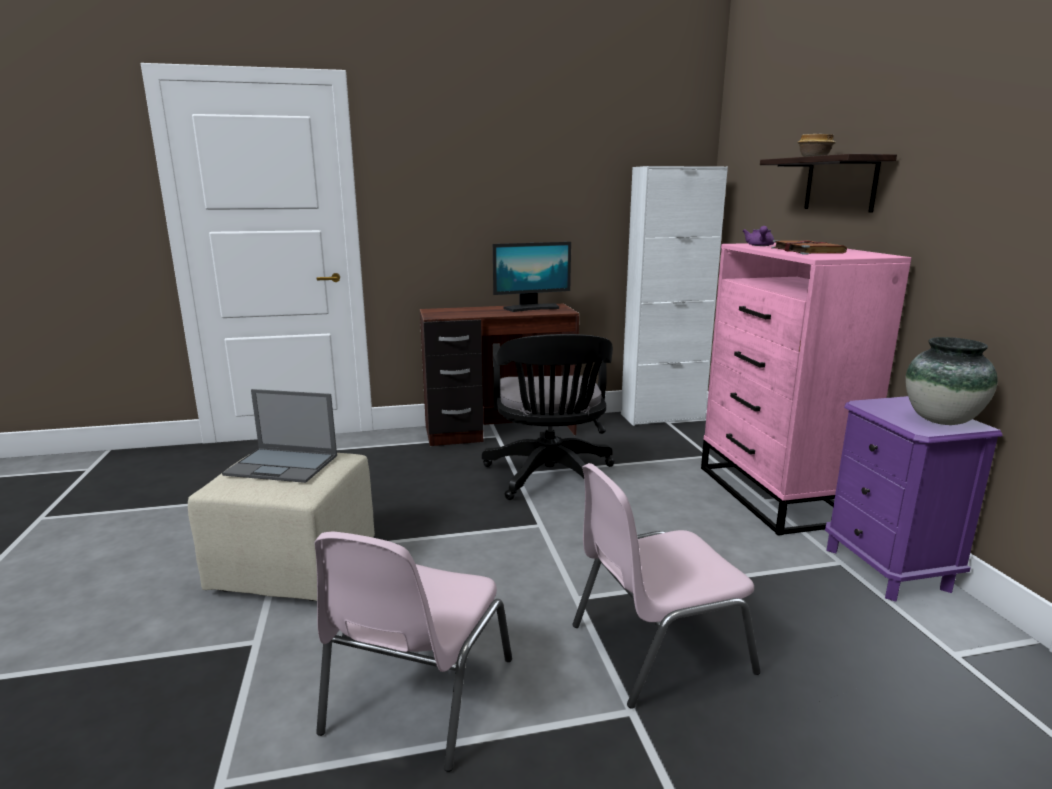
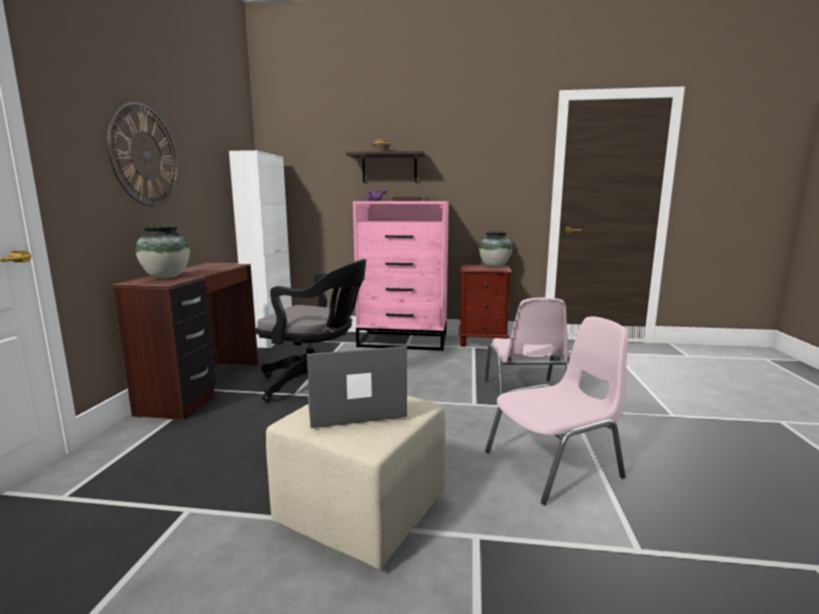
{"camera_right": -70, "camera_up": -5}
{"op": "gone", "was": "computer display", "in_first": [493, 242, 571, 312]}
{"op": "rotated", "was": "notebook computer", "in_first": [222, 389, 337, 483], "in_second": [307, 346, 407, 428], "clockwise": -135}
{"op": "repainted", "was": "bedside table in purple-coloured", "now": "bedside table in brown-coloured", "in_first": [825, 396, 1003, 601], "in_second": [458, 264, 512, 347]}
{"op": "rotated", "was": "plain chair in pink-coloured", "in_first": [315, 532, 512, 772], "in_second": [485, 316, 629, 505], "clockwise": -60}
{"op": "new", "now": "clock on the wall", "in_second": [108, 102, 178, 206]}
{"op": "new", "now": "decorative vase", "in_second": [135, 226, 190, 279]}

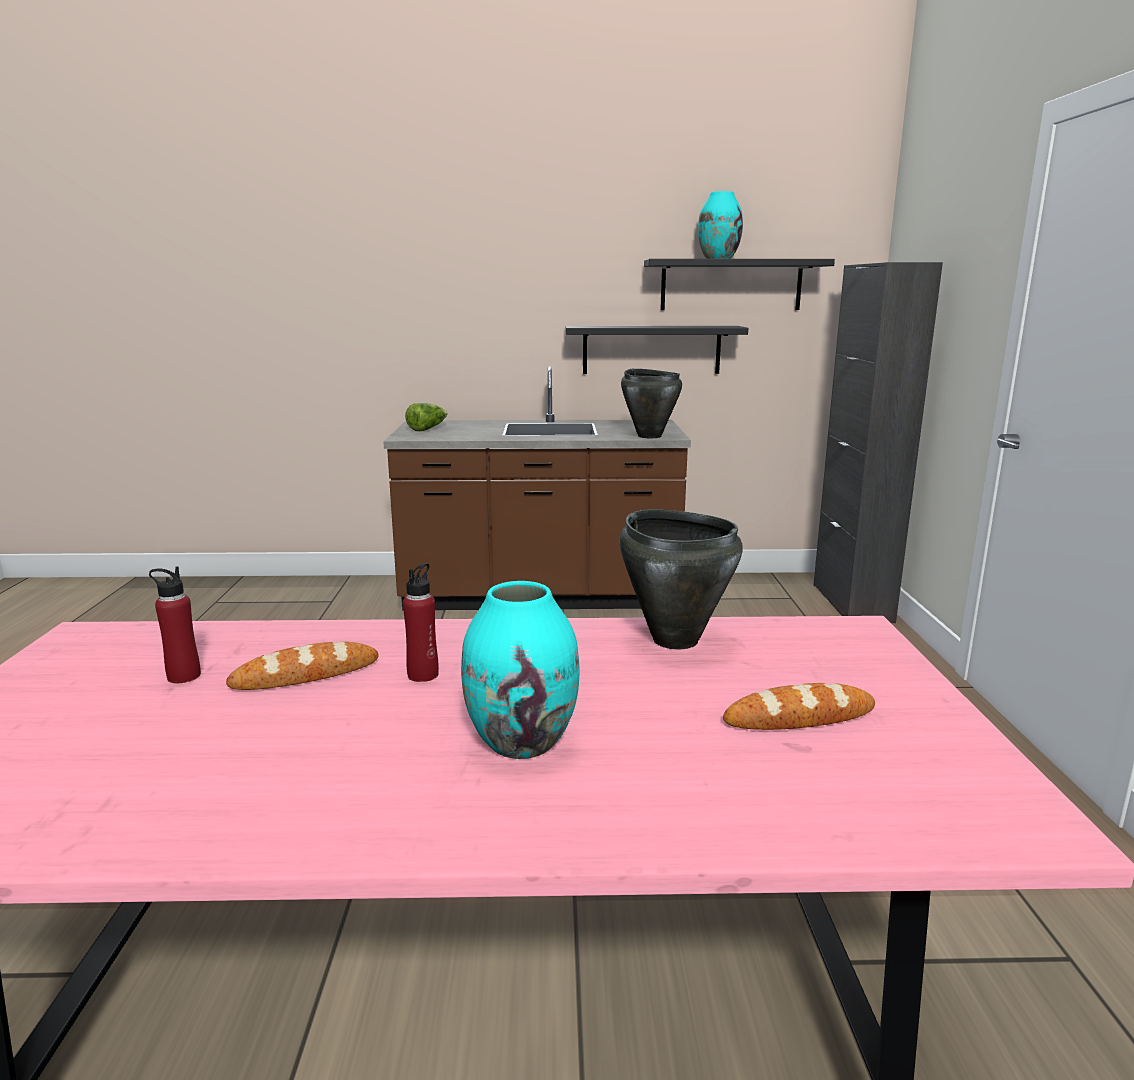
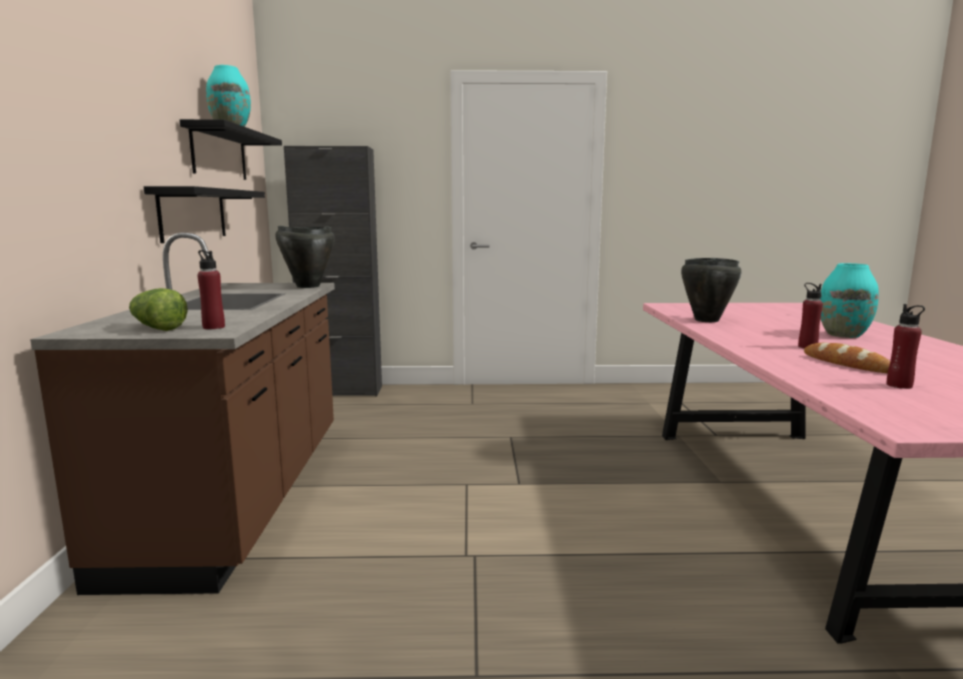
{"camera_right": -90, "camera_up": -5}
{"op": "gone", "was": "bakery bread", "in_first": [723, 683, 875, 730]}
{"op": "new", "now": "beverage bottle in red-coloured", "in_second": [197, 250, 225, 329]}

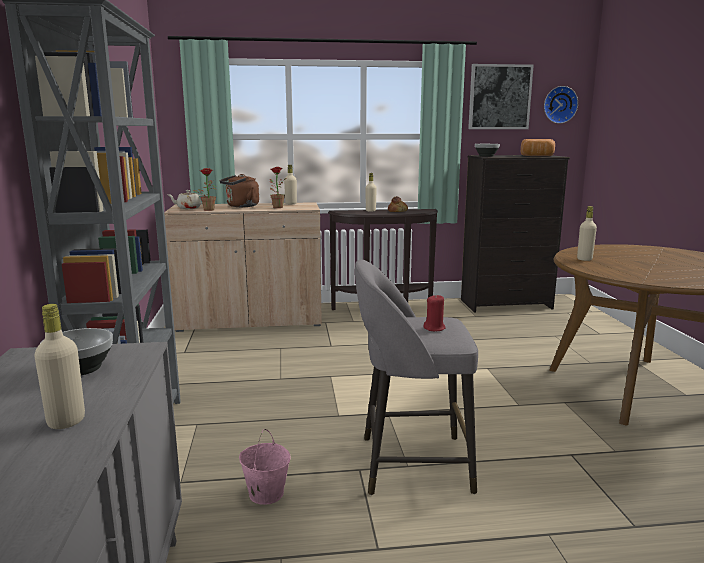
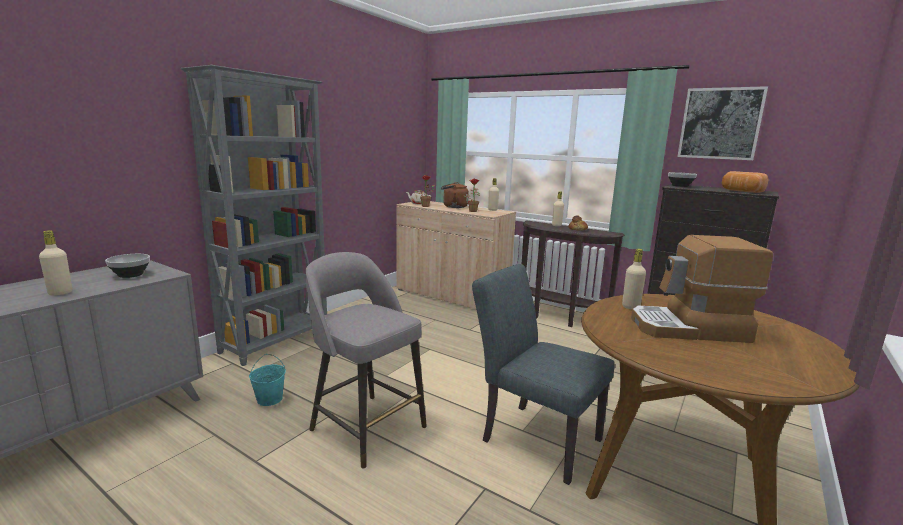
{"camera_right": 40, "camera_up": 0}
{"op": "gone", "was": "clock on the wall", "in_first": [544, 86, 578, 124]}
{"op": "gone", "was": "candle in red-coloured", "in_first": [424, 295, 446, 331]}
{"op": "repainted", "was": "bucket in pink-coloured", "now": "bucket in blue-green", "in_first": [239, 429, 291, 505], "in_second": [249, 354, 286, 406]}
{"op": "new", "now": "coffee machine", "in_second": [631, 235, 773, 343]}
{"op": "new", "now": "plain chair in grey", "in_second": [472, 264, 615, 485]}

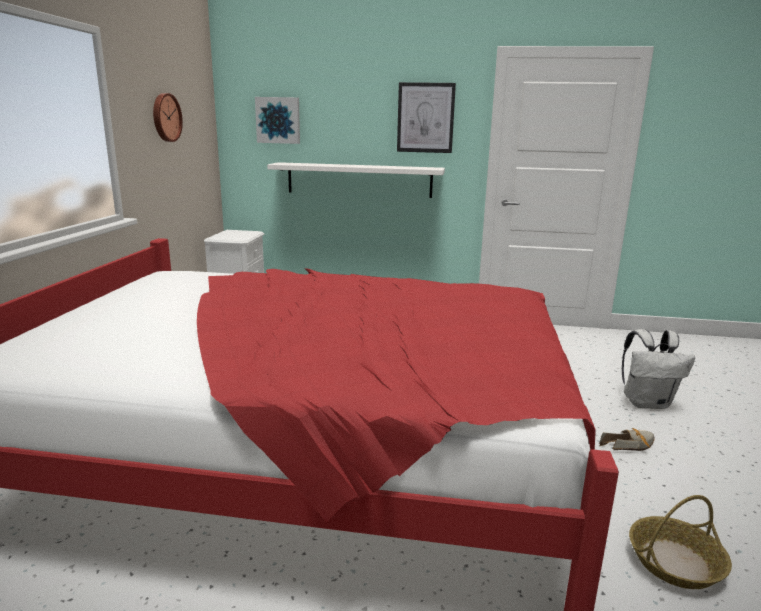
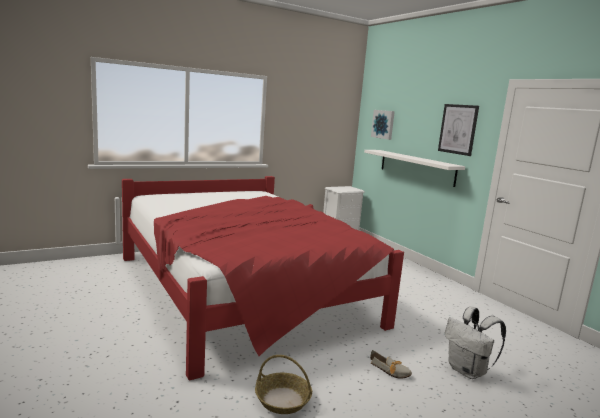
{"camera_right": 50, "camera_up": -5}
{"op": "gone", "was": "clock on the wall", "in_first": [153, 93, 183, 142]}

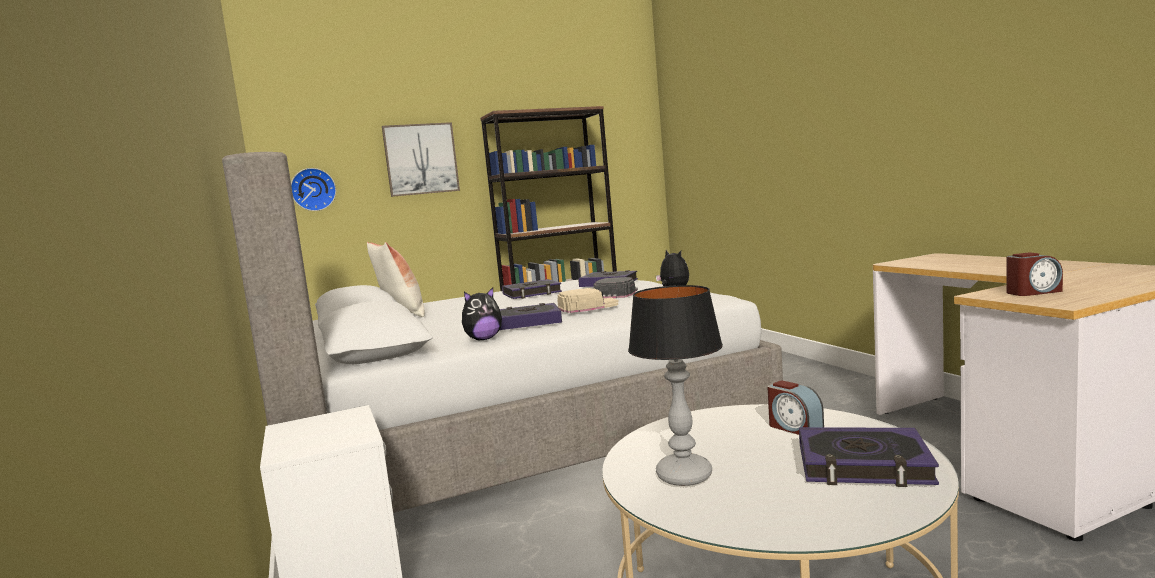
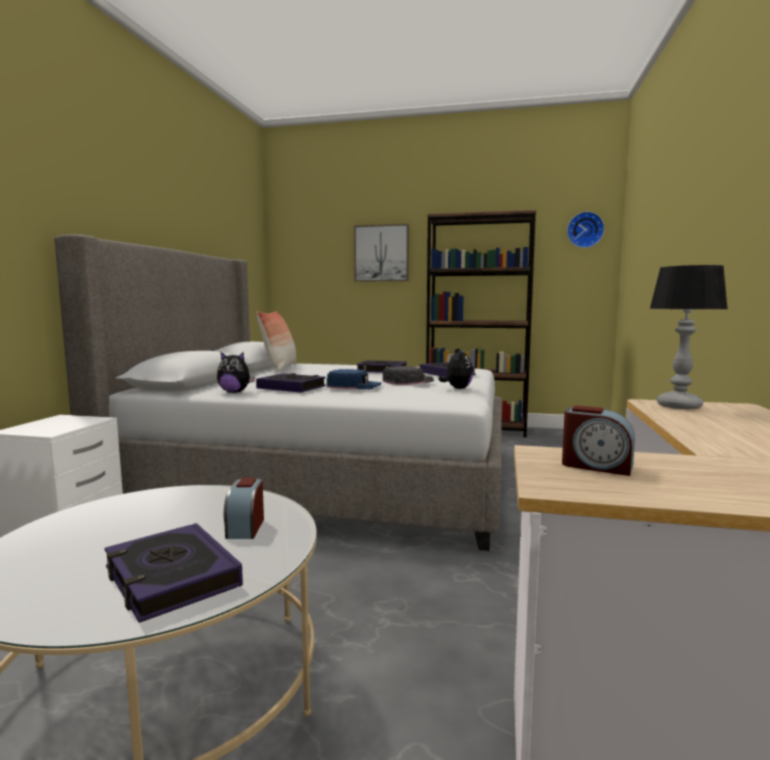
{"camera_right": 35, "camera_up": 0}
{"op": "shifted", "was": "clock on the wall", "in_first": [291, 168, 336, 211], "in_second": [567, 211, 605, 248]}
{"op": "shifted", "was": "tabletop lamp", "in_first": [628, 285, 723, 486], "in_second": [649, 265, 728, 409]}
{"op": "repainted", "was": "cap in beige", "now": "cap in bluish", "in_first": [557, 288, 619, 313], "in_second": [327, 369, 381, 389]}

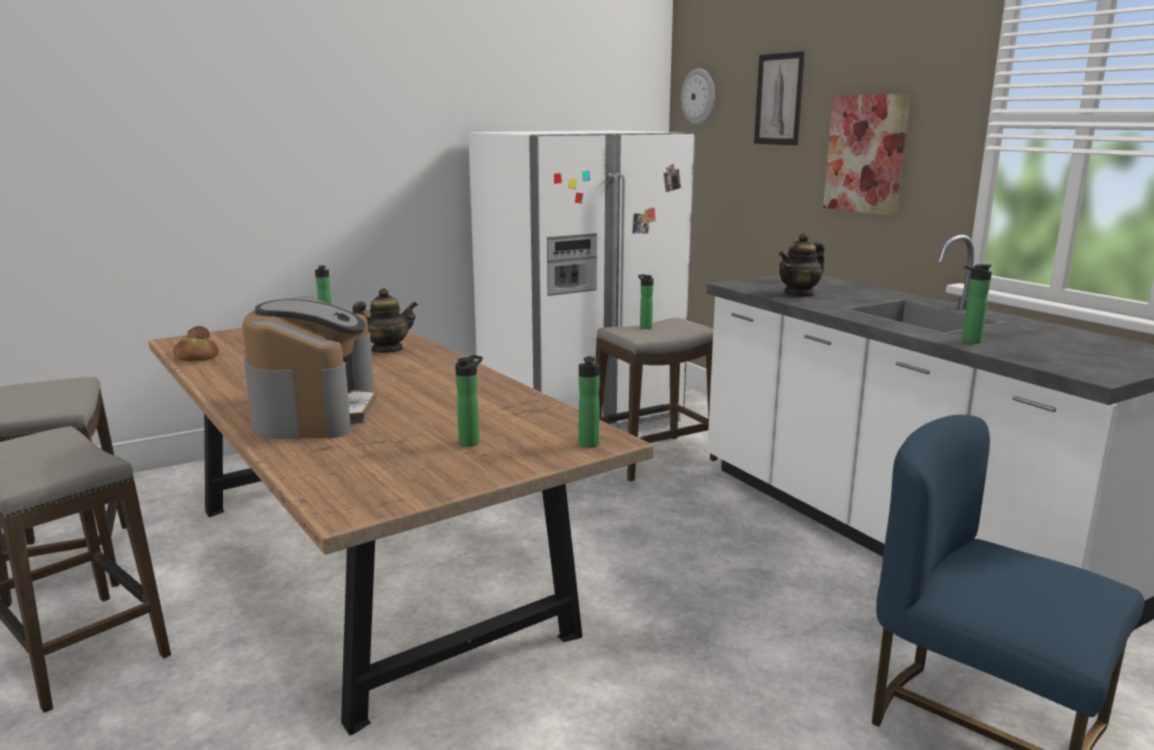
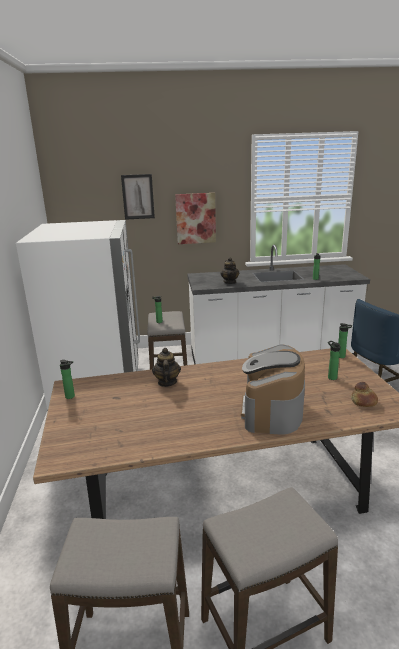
{"camera_right": -65, "camera_up": 5}
{"op": "gone", "was": "clock on the wall", "in_first": [681, 68, 715, 125]}
{"op": "rotated", "was": "coffee machine", "in_first": [242, 296, 378, 439], "in_second": [241, 344, 305, 435], "clockwise": -105}
{"op": "shifted", "was": "bakery bread", "in_first": [173, 326, 219, 361], "in_second": [351, 382, 378, 407]}

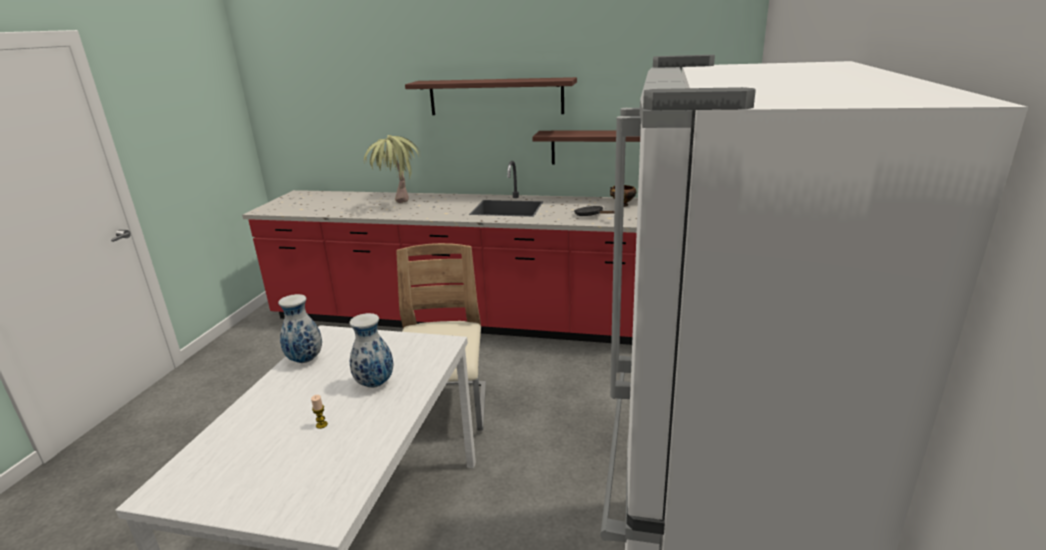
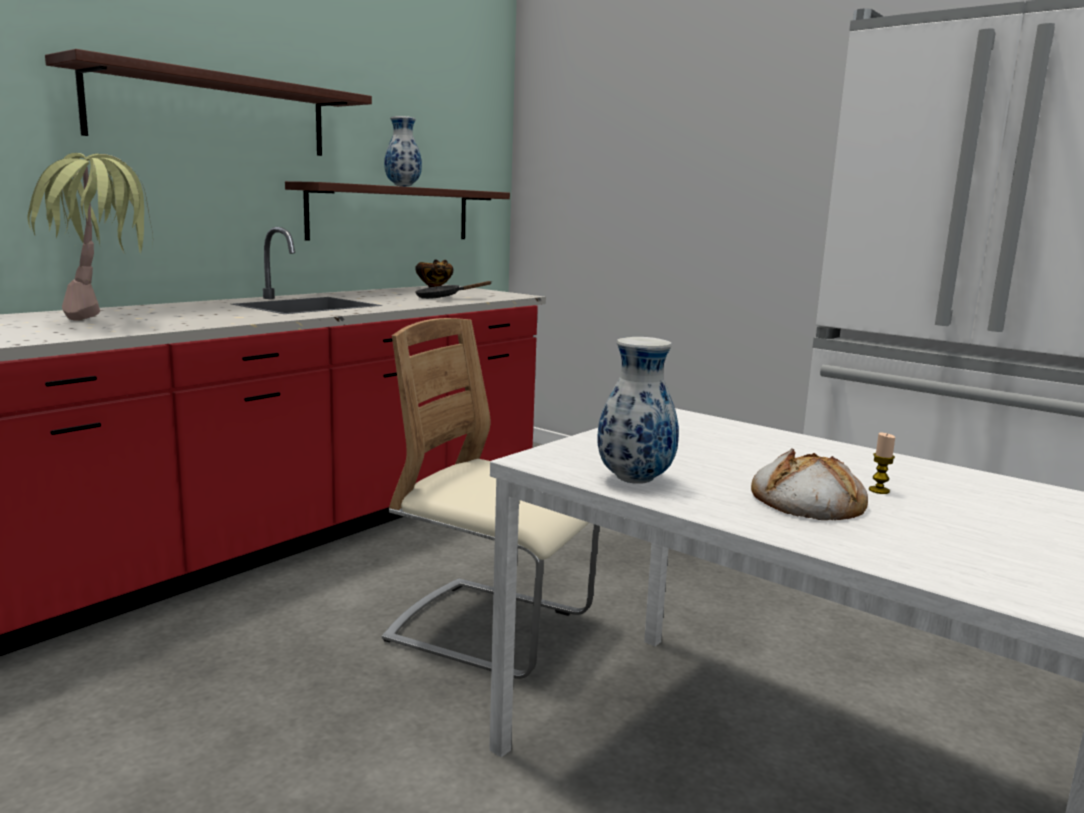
{"camera_right": -65, "camera_up": -10}
{"op": "shifted", "was": "decorative vase", "in_first": [350, 313, 394, 388], "in_second": [384, 116, 422, 187]}
{"op": "new", "now": "bakery bread", "in_second": [751, 449, 868, 520]}

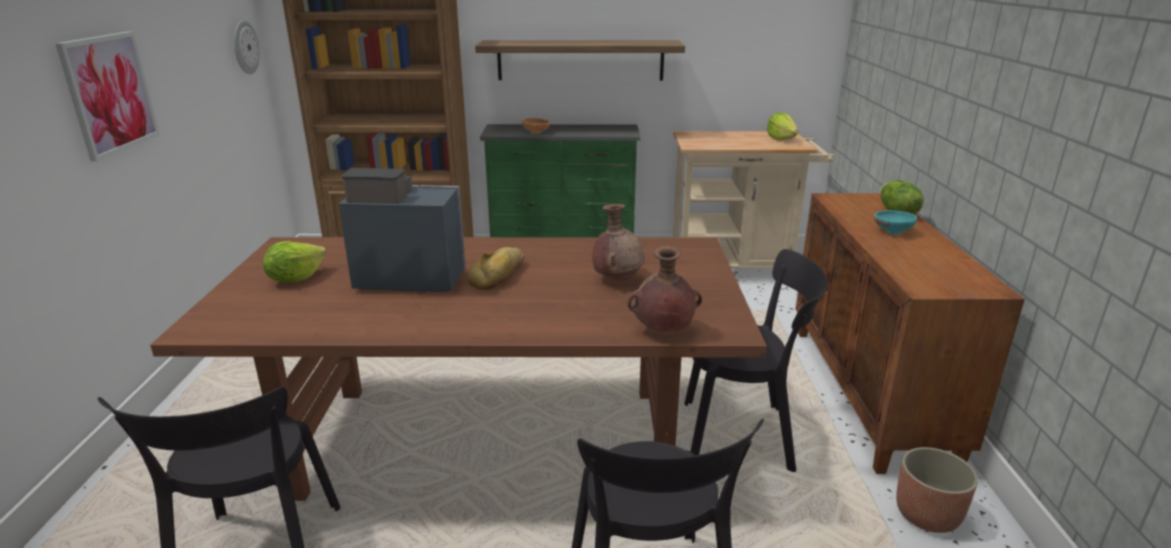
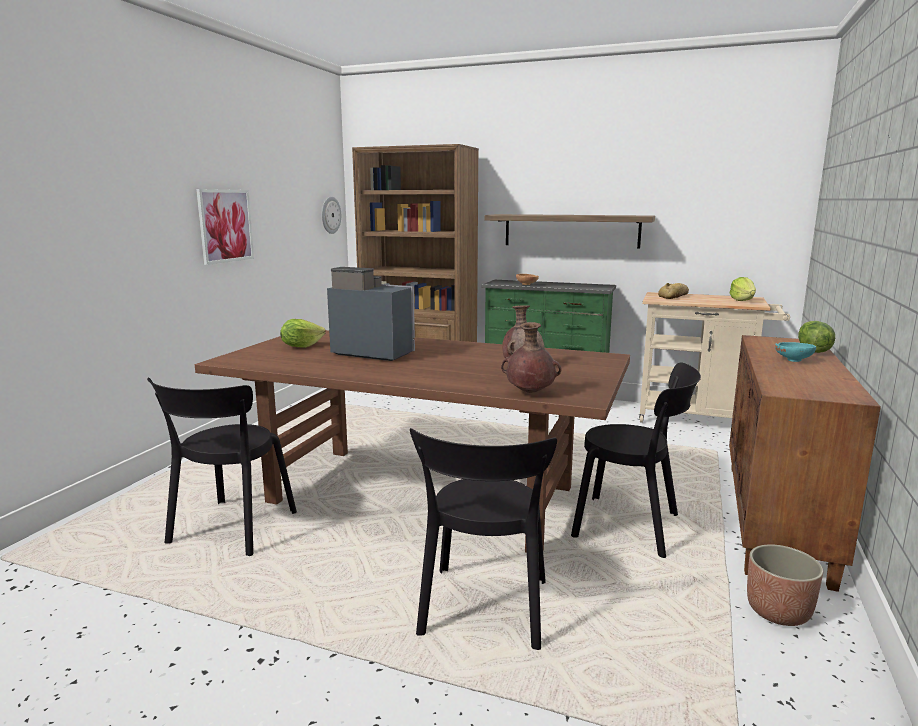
{"camera_right": 20, "camera_up": -10}
{"op": "shifted", "was": "bakery bread", "in_first": [467, 247, 524, 290], "in_second": [658, 283, 689, 299]}

